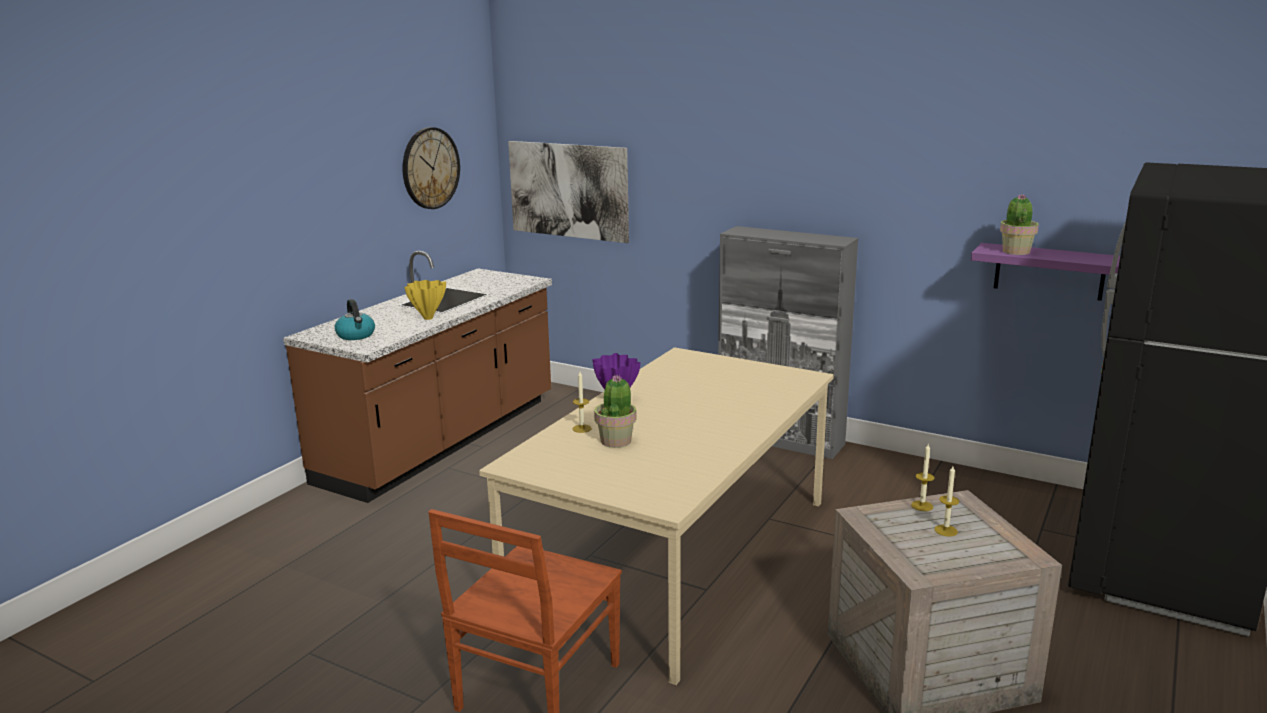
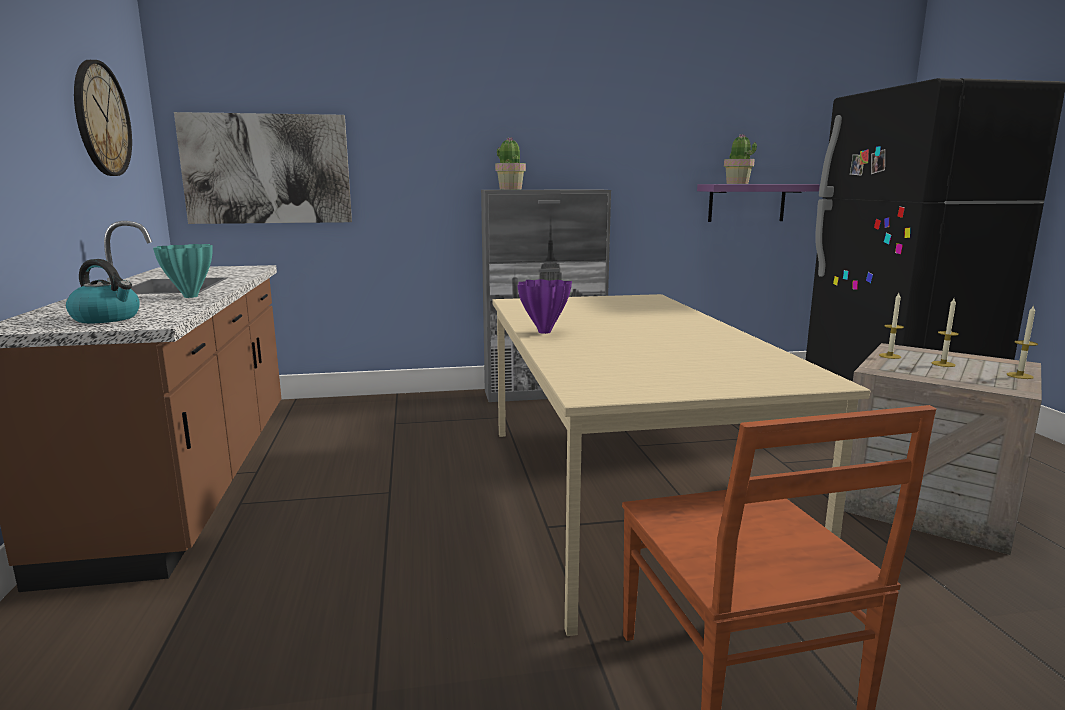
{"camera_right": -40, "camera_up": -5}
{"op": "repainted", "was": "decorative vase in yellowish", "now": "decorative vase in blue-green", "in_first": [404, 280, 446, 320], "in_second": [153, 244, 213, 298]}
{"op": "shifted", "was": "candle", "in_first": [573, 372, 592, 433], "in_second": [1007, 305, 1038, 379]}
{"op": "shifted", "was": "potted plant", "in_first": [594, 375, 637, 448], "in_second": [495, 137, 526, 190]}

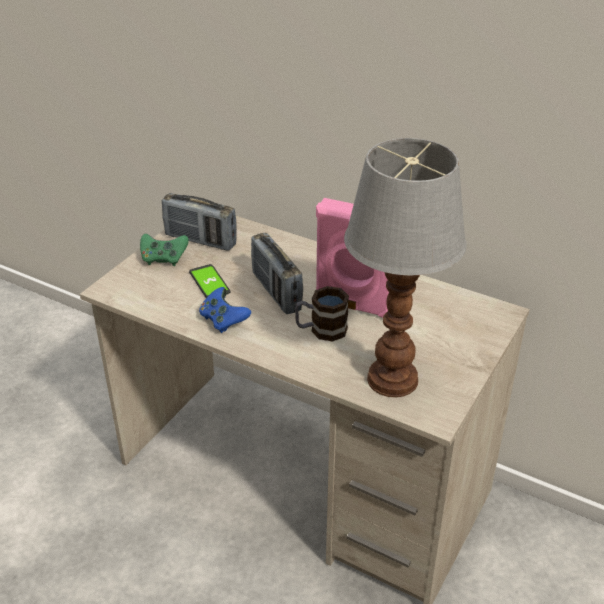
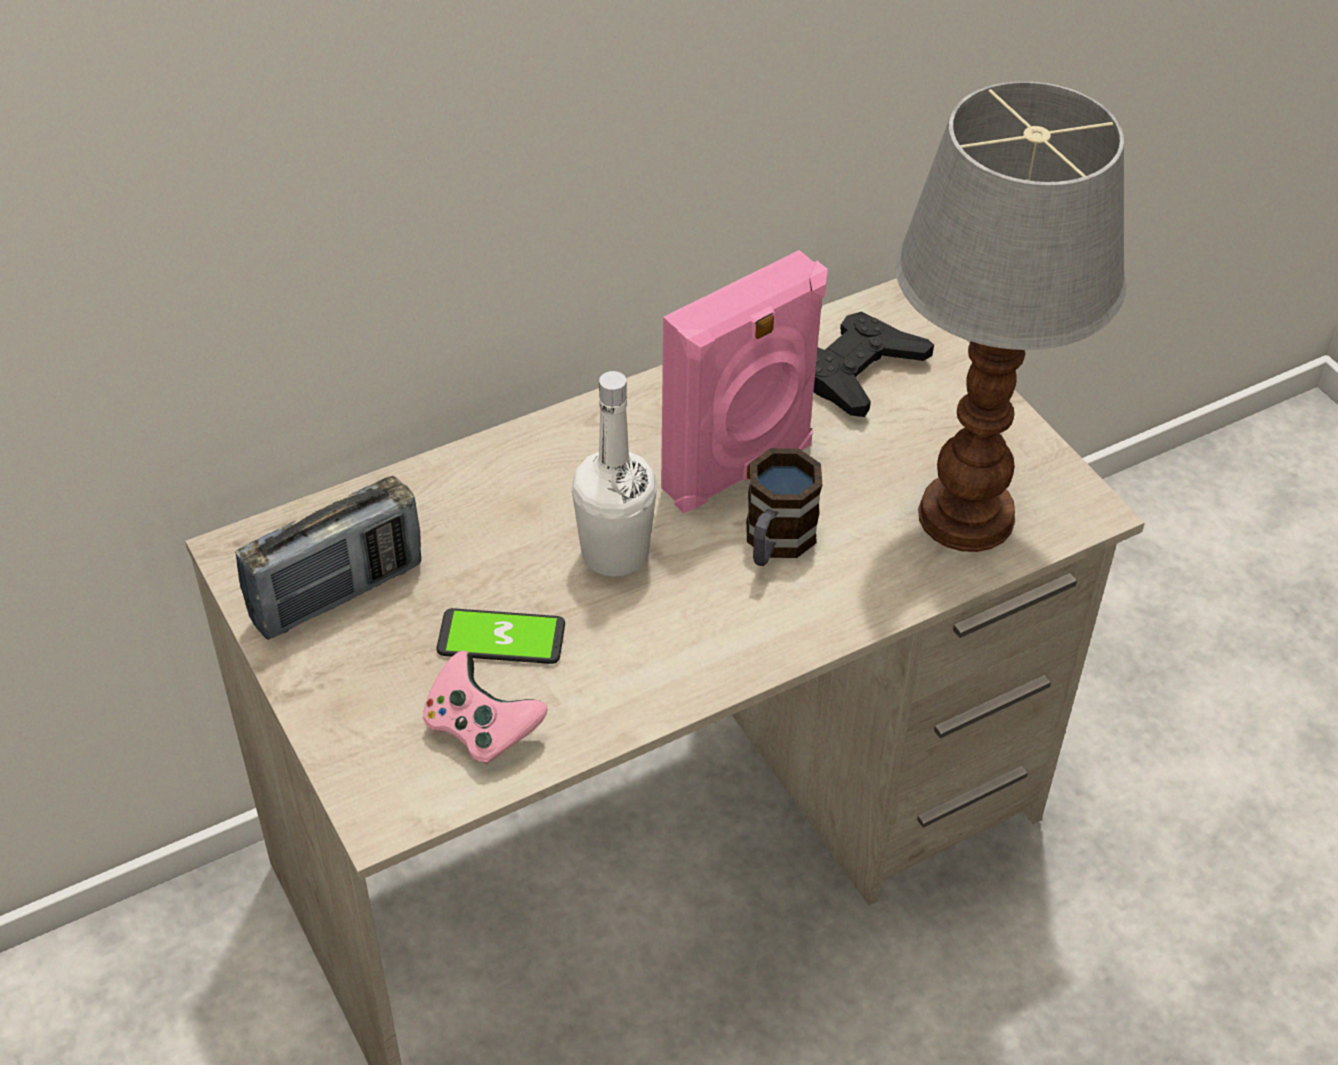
{"camera_right": -60, "camera_up": 10}
{"op": "swapped", "was": "radio set", "now": "beverage bottle in white", "in_first": [251, 233, 303, 314], "in_second": [572, 371, 657, 577]}
{"op": "gone", "was": "gamepad in green-coloured", "in_first": [140, 234, 189, 266]}
{"op": "gone", "was": "gamepad in bluish", "in_first": [199, 287, 251, 333]}
{"op": "new", "now": "gamepad in blackish", "in_second": [813, 312, 934, 417]}
{"op": "new", "now": "gamepad in pink-coloured", "in_second": [423, 651, 547, 764]}

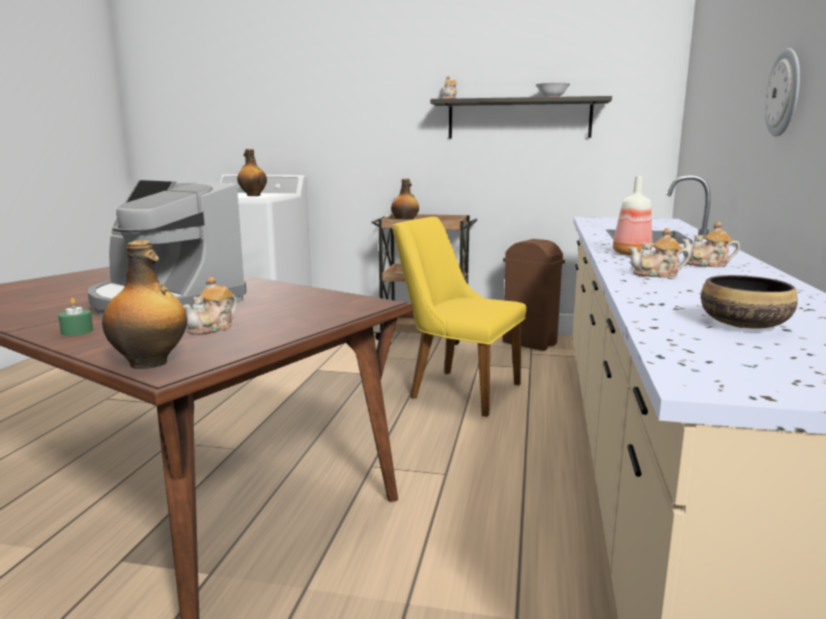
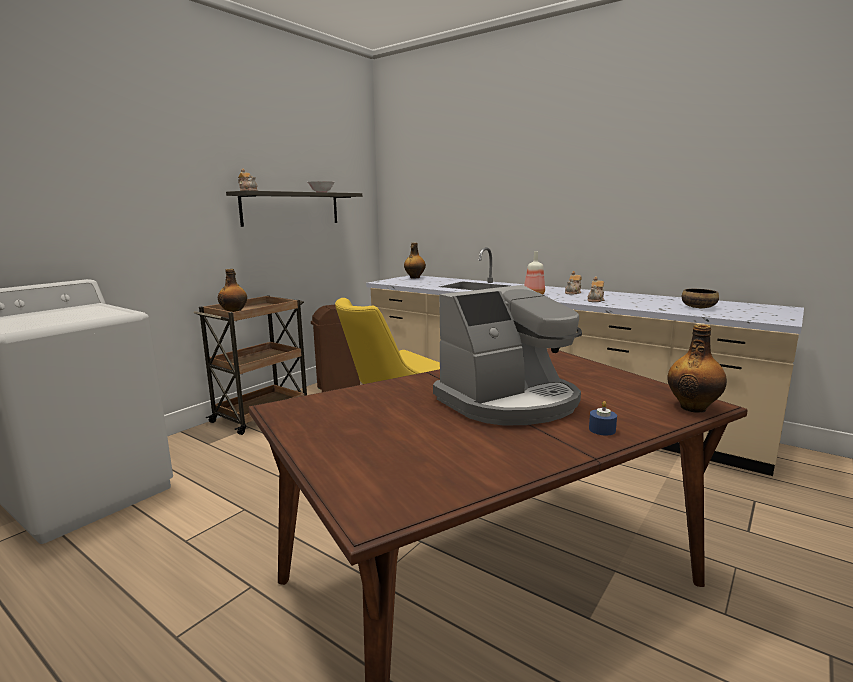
{"camera_right": -65, "camera_up": 0}
{"op": "gone", "was": "clock on the wall", "in_first": [765, 48, 800, 137]}
{"op": "shifted", "was": "beverage bottle", "in_first": [237, 149, 267, 196], "in_second": [404, 243, 426, 278]}
{"op": "gone", "was": "pot for tea", "in_first": [183, 277, 237, 335]}
{"op": "repainted", "was": "candle in green-coloured", "now": "candle in bluish", "in_first": [58, 298, 93, 336], "in_second": [589, 401, 617, 435]}

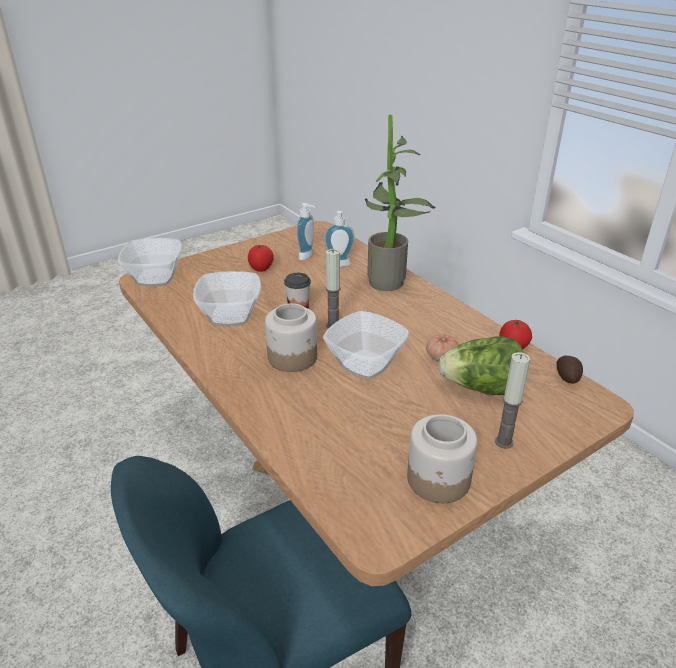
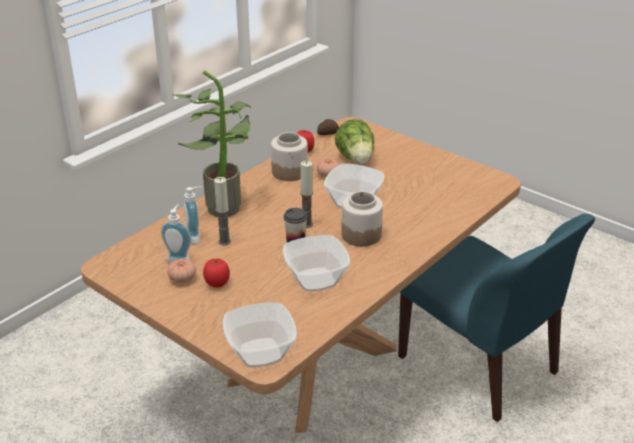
{"camera_right": -105, "camera_up": 0}
{"op": "shifted", "was": "candle", "in_first": [495, 352, 530, 449], "in_second": [214, 177, 231, 246]}
{"op": "shifted", "was": "jar", "in_first": [407, 414, 477, 503], "in_second": [271, 132, 308, 181]}
{"op": "new", "now": "tomato", "in_second": [167, 259, 196, 283]}

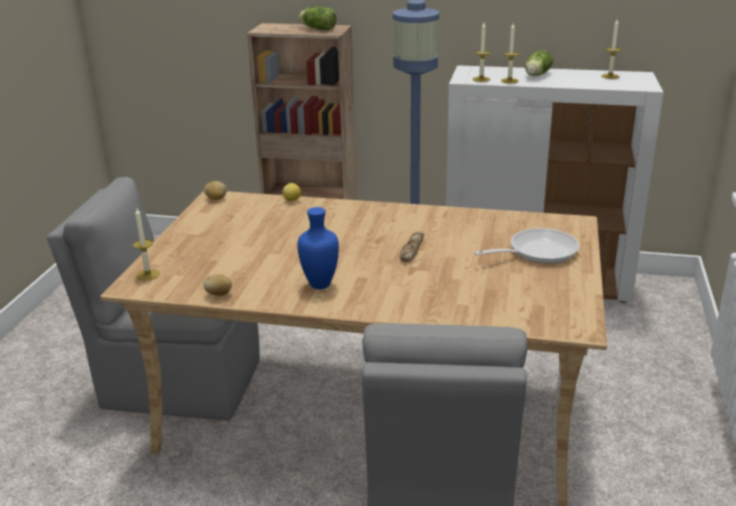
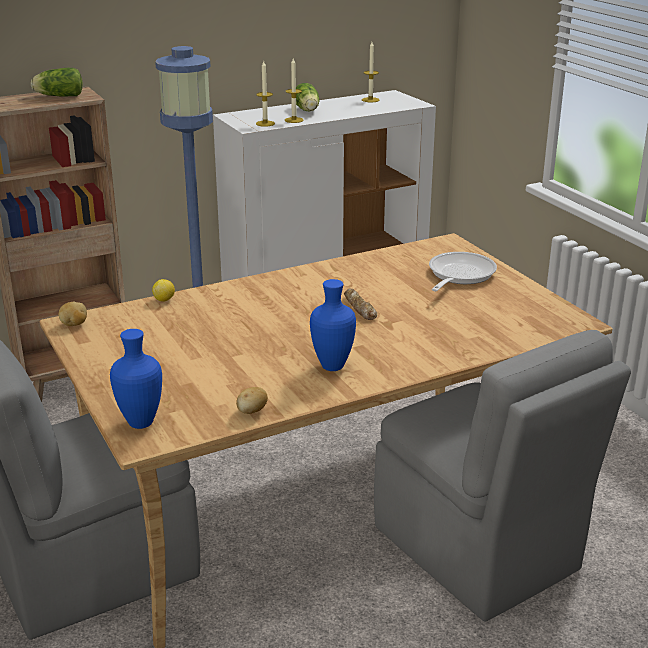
{"camera_right": -40, "camera_up": 0}
{"op": "swapped", "was": "candle", "now": "decorative vase in bluish", "in_first": [133, 208, 160, 281], "in_second": [110, 329, 162, 429]}

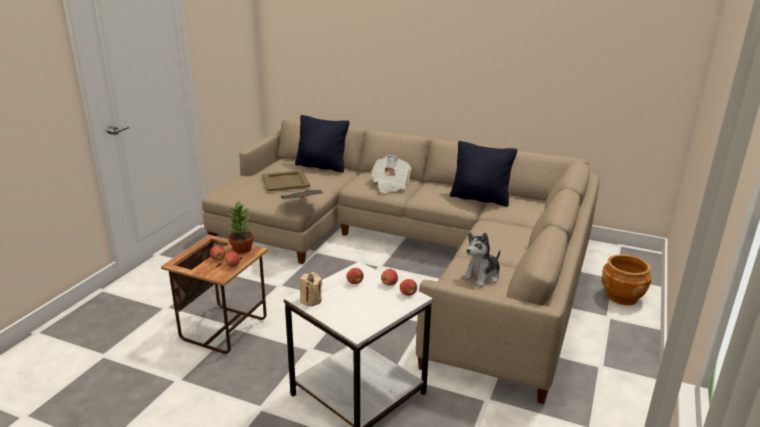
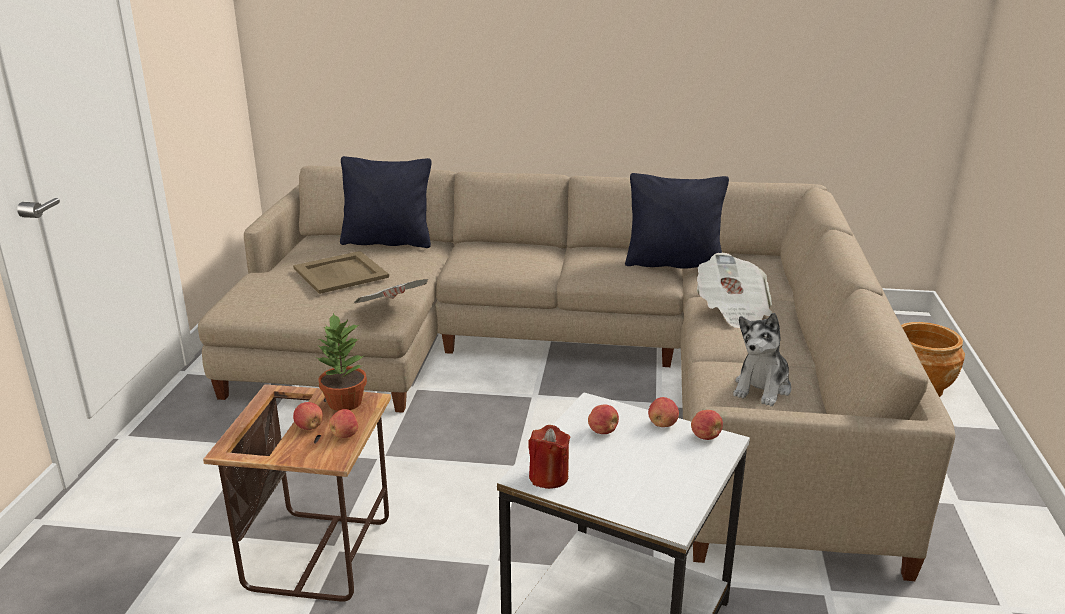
{"camera_right": -15, "camera_up": 0}
{"op": "shifted", "was": "newspaper", "in_first": [371, 155, 411, 193], "in_second": [697, 253, 772, 328]}
{"op": "repainted", "was": "candle in beige", "now": "candle in red-coloured", "in_first": [300, 272, 322, 306], "in_second": [528, 425, 570, 489]}

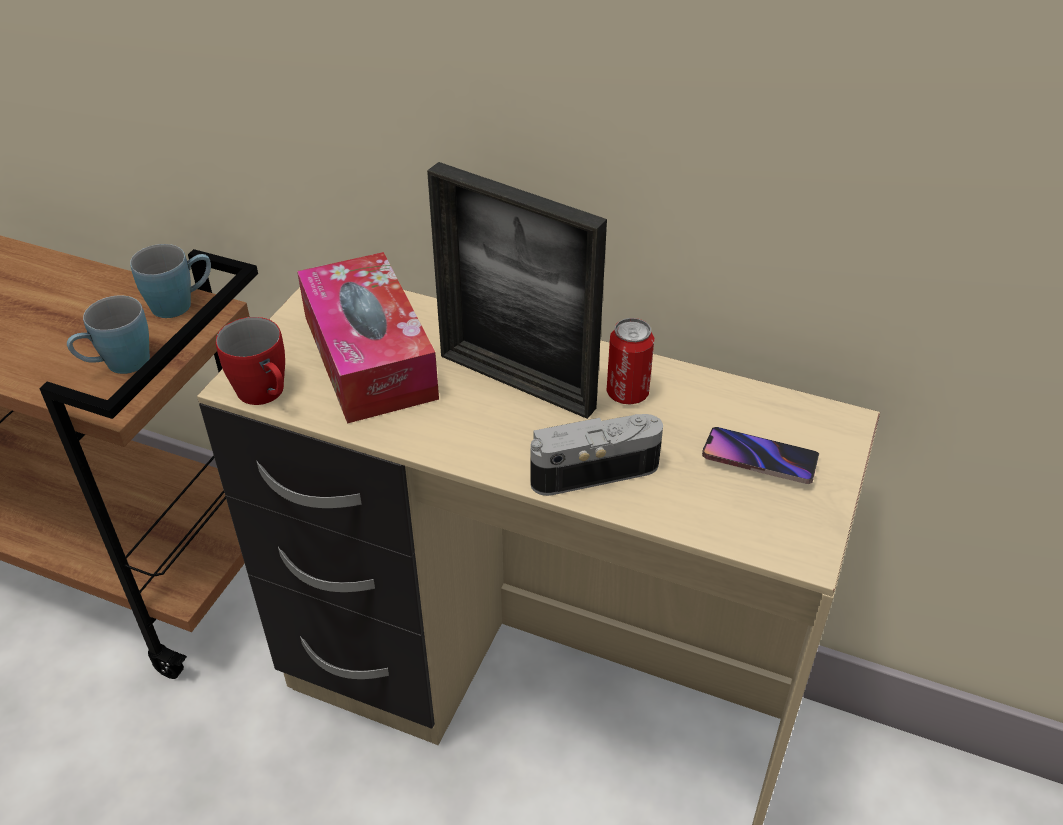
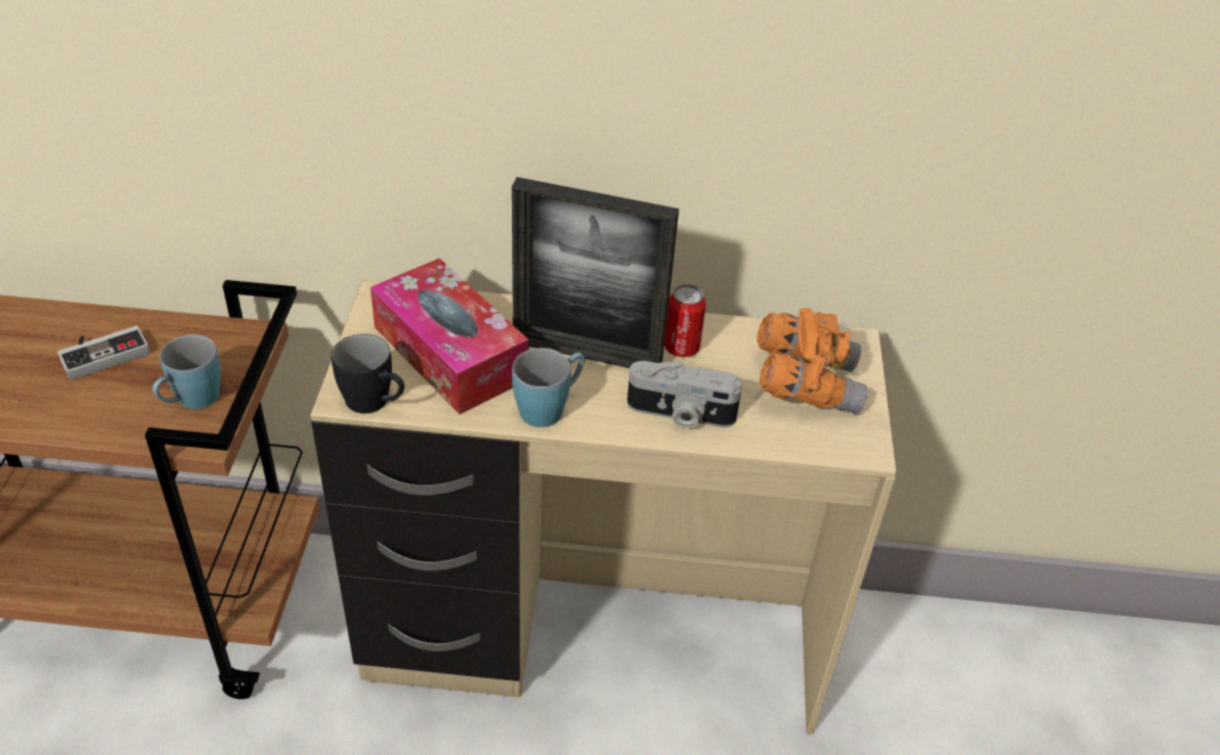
{"camera_right": -20, "camera_up": 0}
{"op": "shifted", "was": "mug in bluish", "in_first": [130, 244, 211, 318], "in_second": [512, 348, 585, 427]}
{"op": "repainted", "was": "mug in red-coloured", "now": "mug in blackish", "in_first": [216, 317, 285, 405], "in_second": [331, 334, 404, 414]}
{"op": "rotated", "was": "still camera", "in_first": [530, 414, 663, 496], "in_second": [627, 361, 742, 428], "clockwise": -135}
{"op": "swapped", "was": "phone", "now": "pair of binoculars in orange", "in_first": [702, 427, 819, 484], "in_second": [757, 308, 868, 414]}
{"op": "new", "now": "gamepad", "in_second": [57, 326, 150, 380]}

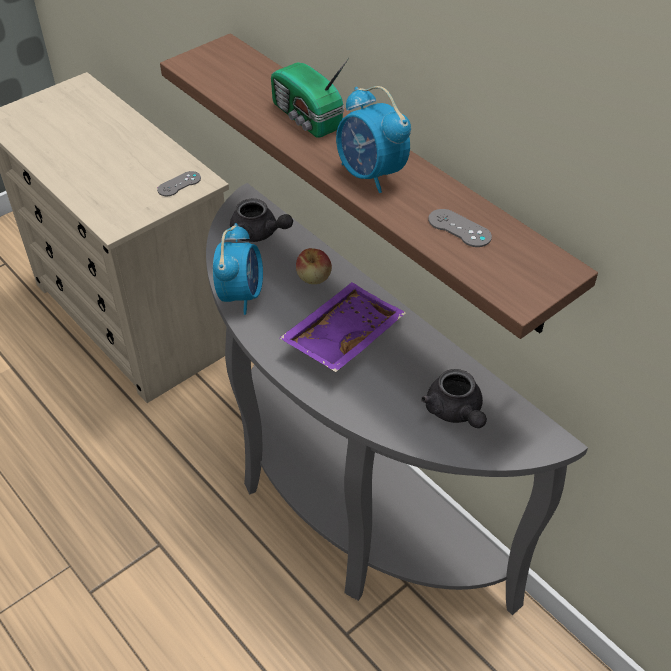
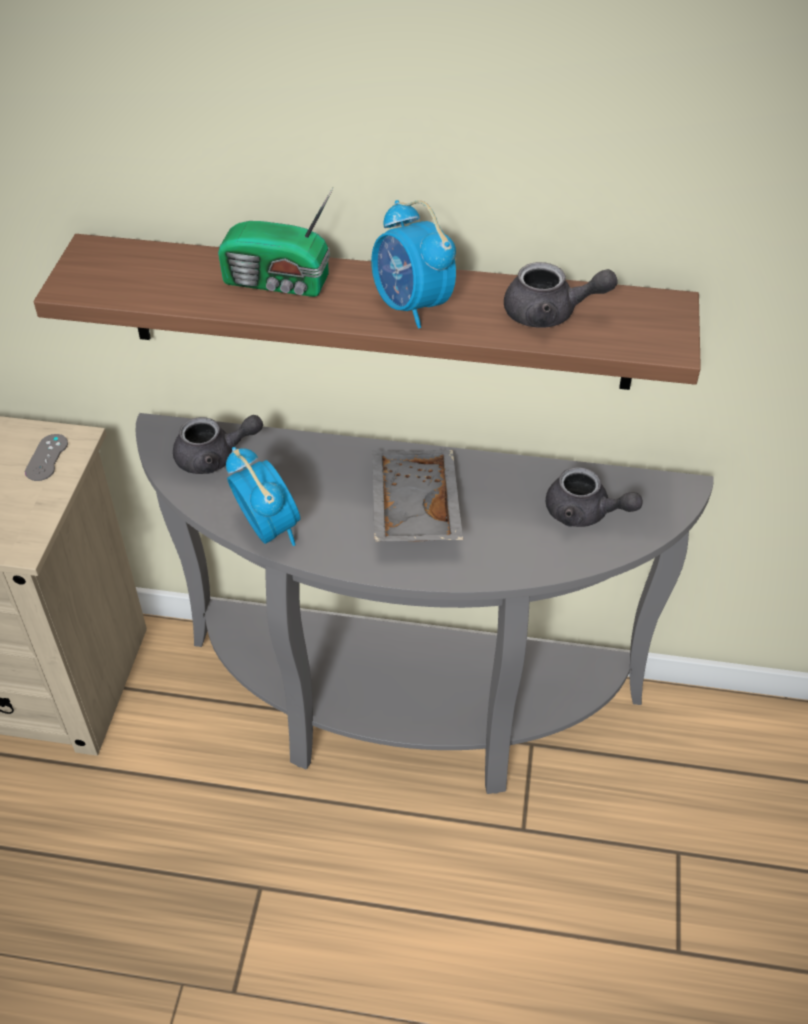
{"camera_right": -40, "camera_up": 0}
{"op": "rotated", "was": "alarm clock", "in_first": [336, 86, 411, 193], "in_second": [371, 200, 456, 328], "clockwise": 45}
{"op": "swapped", "was": "gamepad in grey", "now": "pot for tea in grey", "in_first": [428, 209, 492, 247], "in_second": [504, 262, 618, 328]}
{"op": "gone", "was": "apple", "in_first": [296, 248, 332, 284]}
{"op": "repainted", "was": "tray in purple-coloured", "now": "tray in grey", "in_first": [279, 282, 406, 372], "in_second": [372, 450, 463, 542]}

